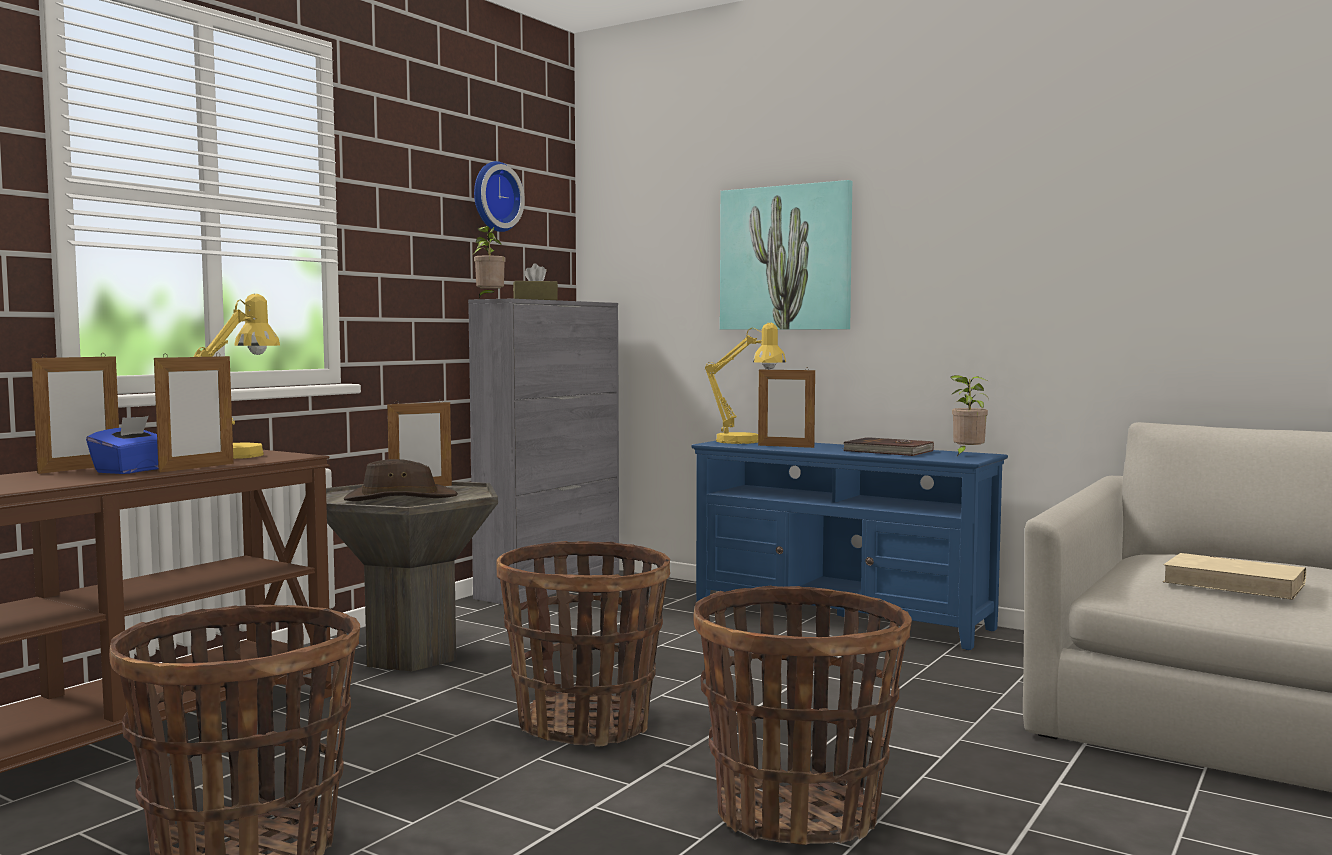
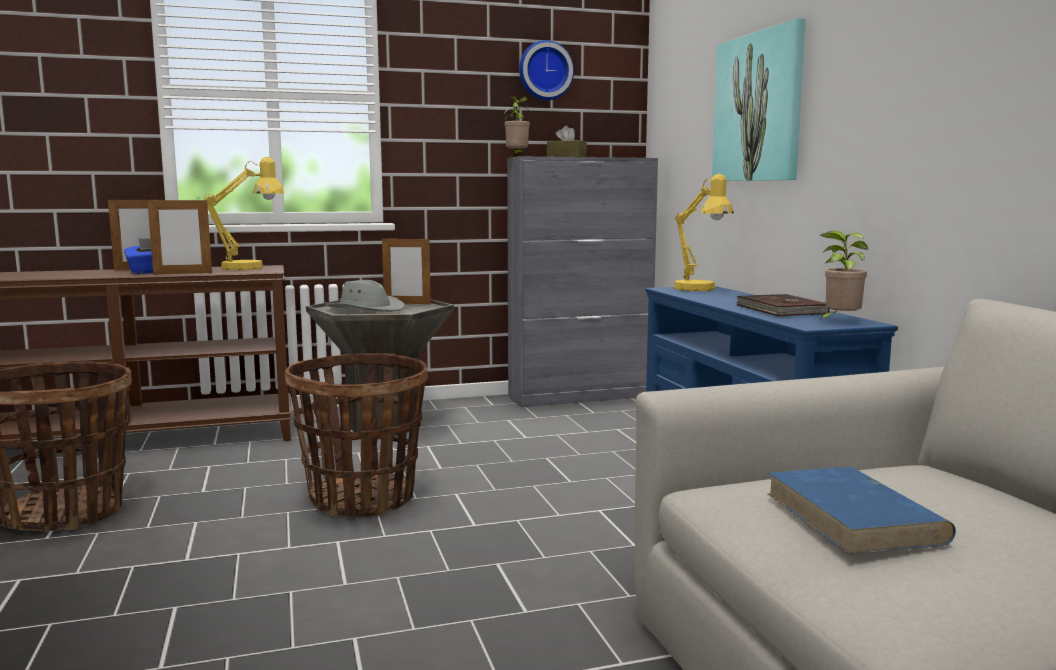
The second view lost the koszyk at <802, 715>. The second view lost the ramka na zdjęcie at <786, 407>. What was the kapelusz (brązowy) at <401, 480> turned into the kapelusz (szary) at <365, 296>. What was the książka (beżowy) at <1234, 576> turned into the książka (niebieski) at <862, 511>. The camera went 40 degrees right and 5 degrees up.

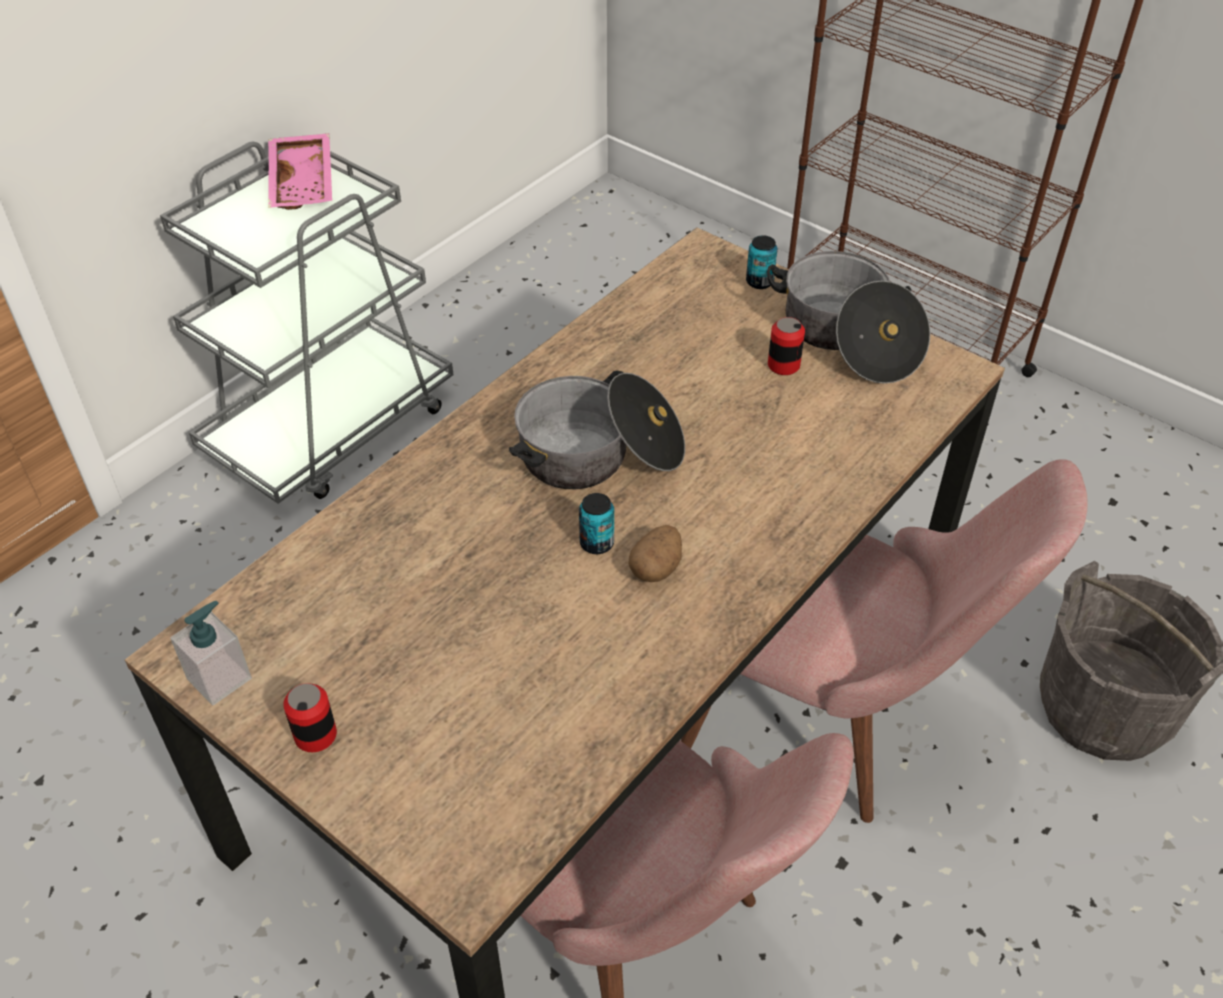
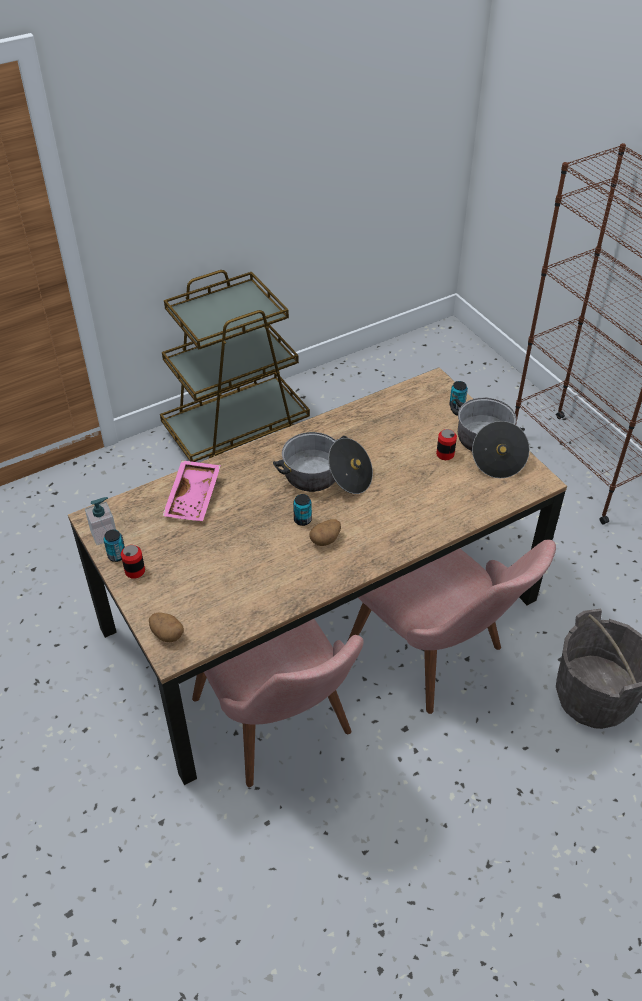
The second view gained the puszka at <114, 545>. The second view gained the ziemniak at <166, 627>. The taca (różowy) ended up elsewhere, having gone from <300, 171> to <191, 490>. What was the wózek (szary) at <306, 323> turned into the wózek (brązowy) at <235, 366>. The camera went 20 degrees right and 0 degrees up.

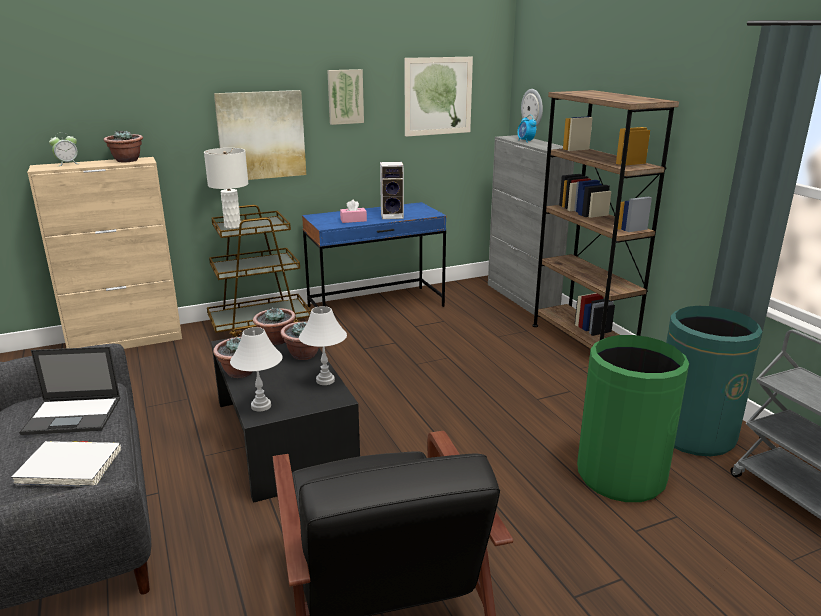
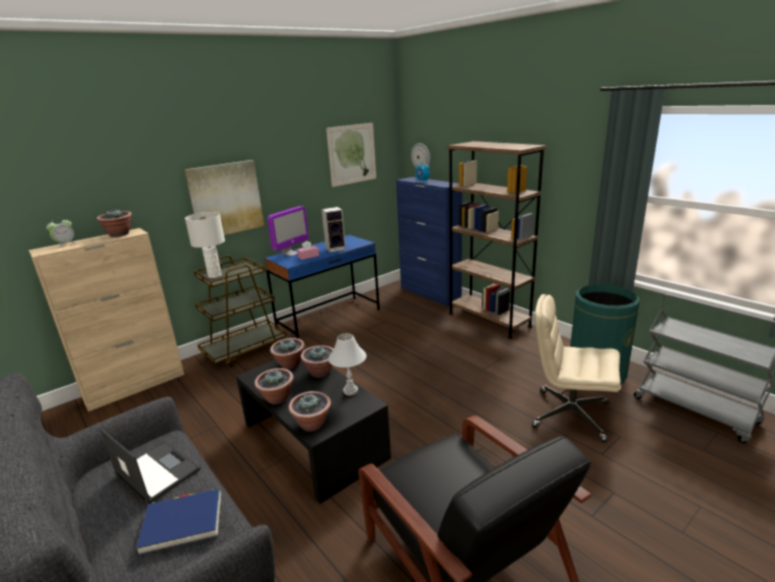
The second view lost the obraz at <345, 97>. The second view gained the monitor at <288, 231>. Where the lampa stołowa (biały) stood at <256, 369>, the roślina doniczkowa came to stand at <309, 411>. Where the kosz na śmieci (zielony) stood at <633, 418>, the krzesło biurowe (beżowy) came to stand at <576, 368>. What was the książka (biały) at <66, 464> turned into the książka (niebieski) at <178, 521>. What was the szafka (szary) at <531, 225> turned into the szafka (niebieski) at <429, 241>. The laptop at <70, 391> ended up facing another way, 120 degrees counterclockwise from before. The camera went 15 degrees left and 0 degrees up.

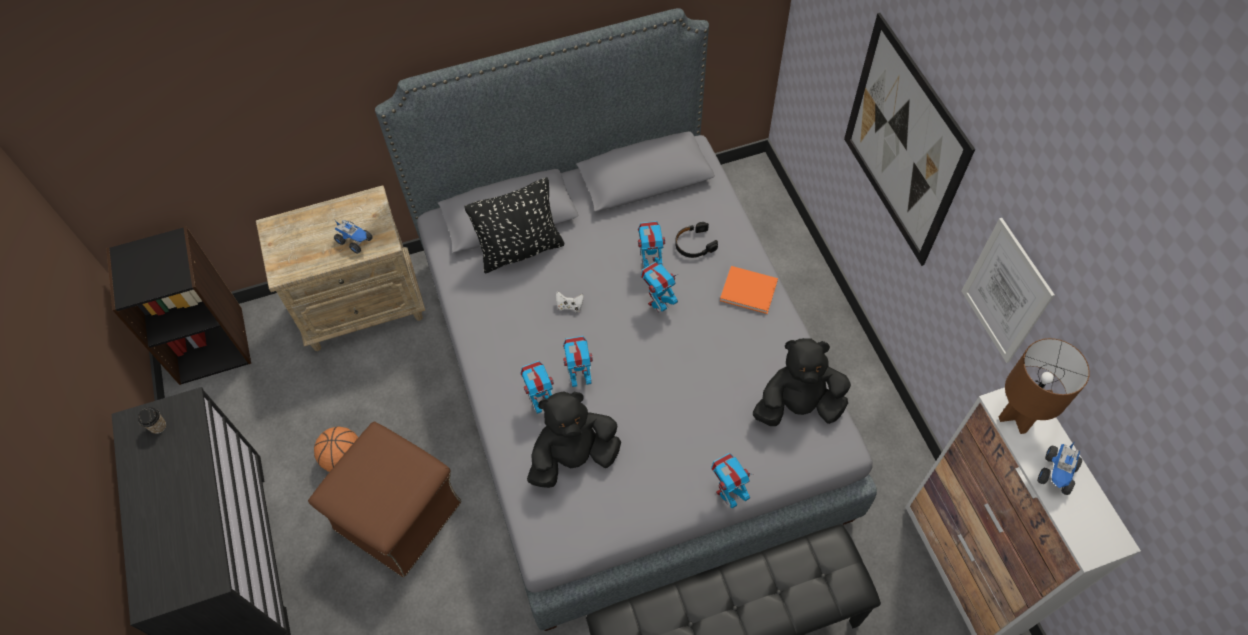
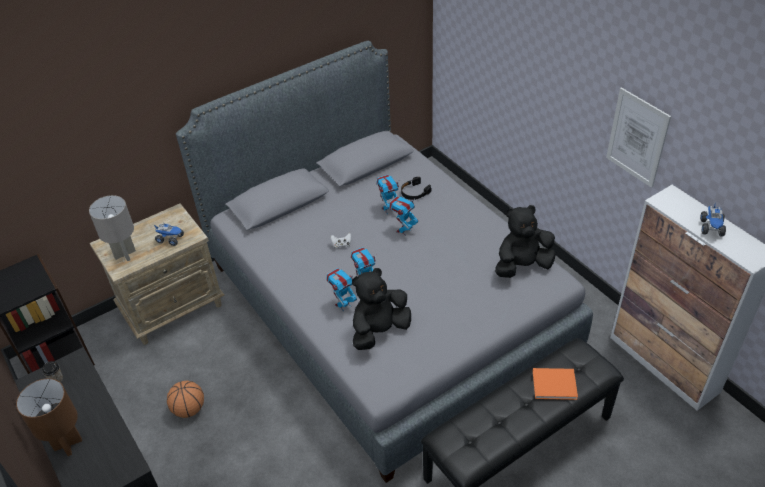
The second view lost the pufa (brązowy) at <385, 500>. The second view lost the poduszka (czarny) at <514, 225>. The second view lost the robot zabawkowy at <732, 480>. The second view lost the obraz at <909, 139>. The second view gained the lampa stołowa (szary) at <112, 228>. The książka (pomarańczowy) ended up elsewhere, having gone from <749, 290> to <555, 384>. The lampa stołowa (brązowy) ended up elsewhere, having gone from <1044, 386> to <49, 417>. The camera went 15 degrees left and 15 degrees down.

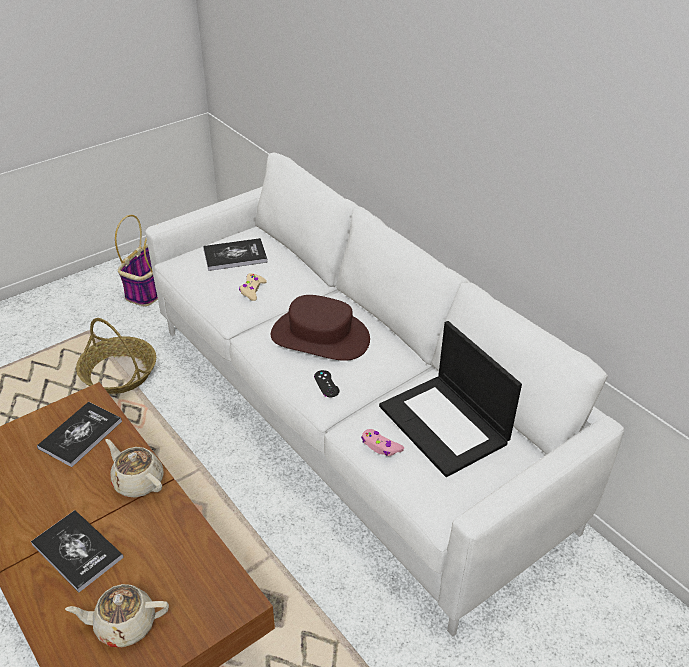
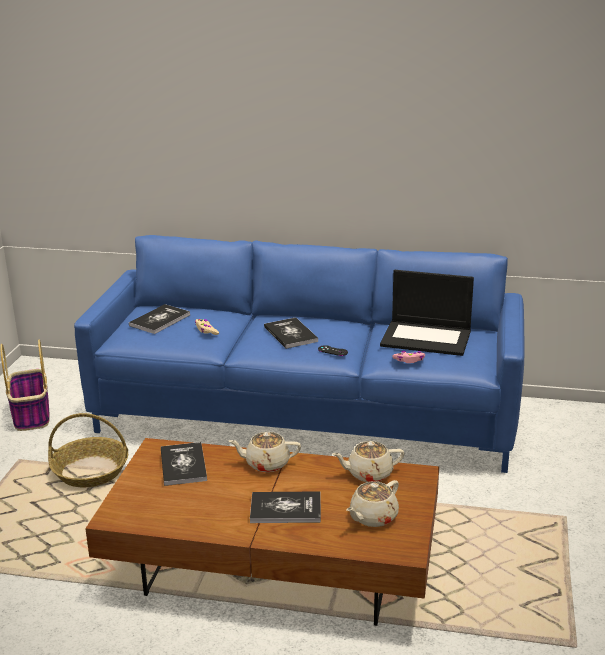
The second view gained the imbryk (beżowy) at <368, 461>. Where the kapelusz (brązowy) stood at <320, 328>, the książka came to stand at <291, 333>. What was the kanapa (biały) at <385, 395> turned into the kanapa (niebieski) at <299, 354>. The camera went 40 degrees left and 15 degrees down.

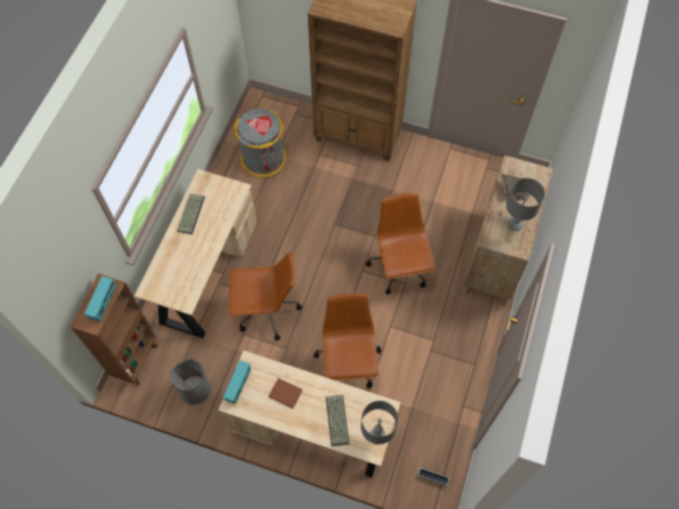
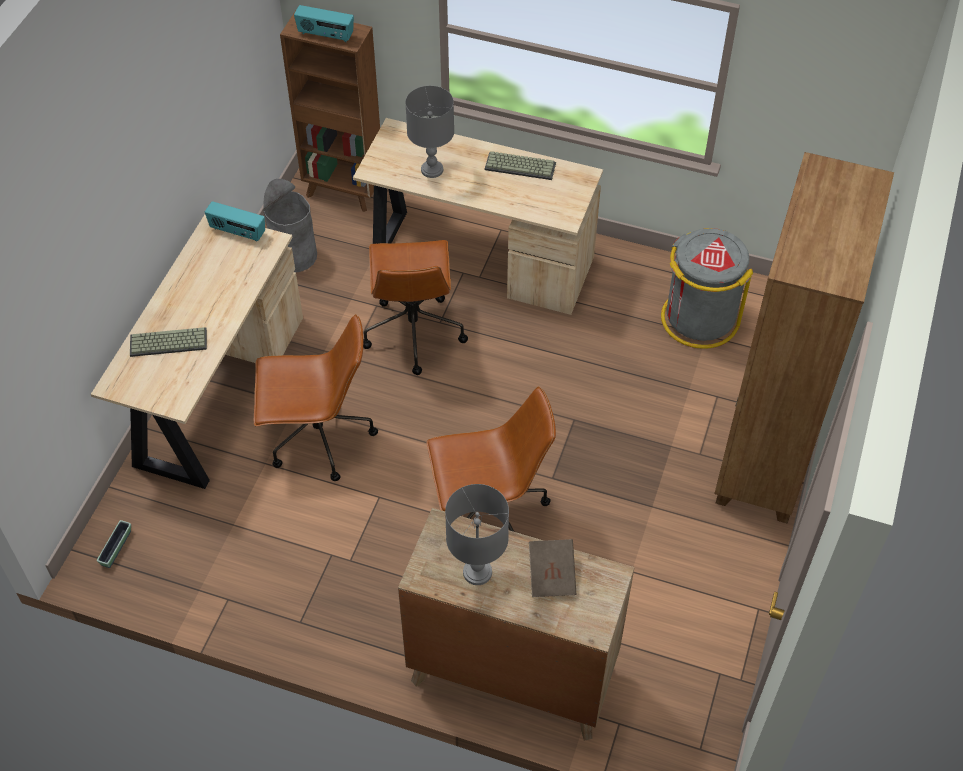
The second view lost the książka (brązowy) at <286, 393>. The lampa stołowa (szary) ended up elsewhere, having gone from <379, 423> to <429, 132>. The camera went 90 degrees right and 10 degrees down.

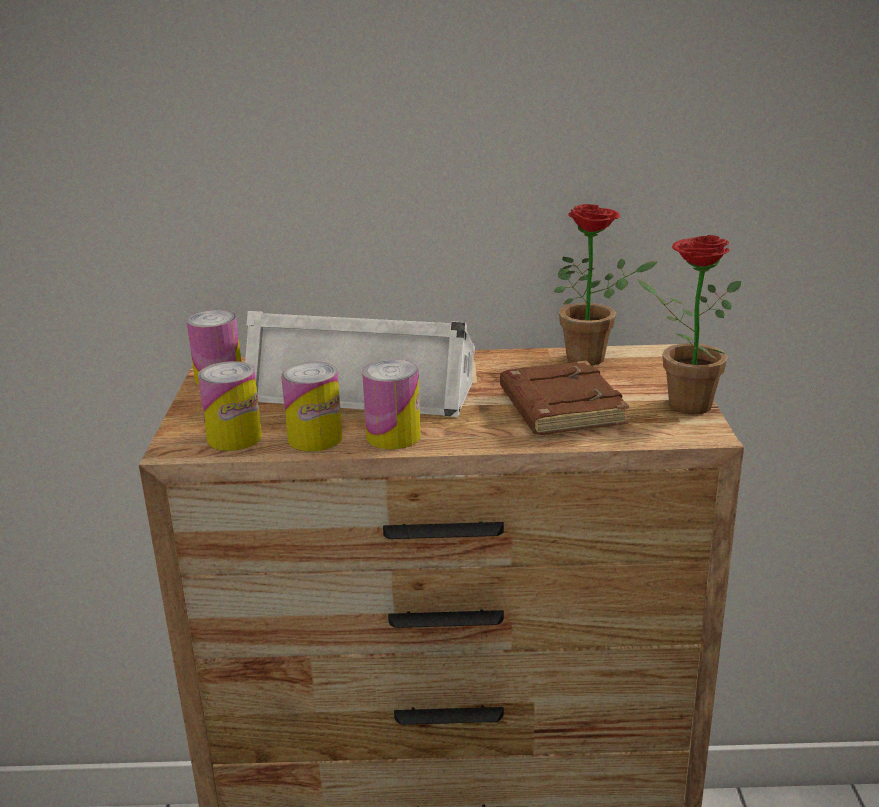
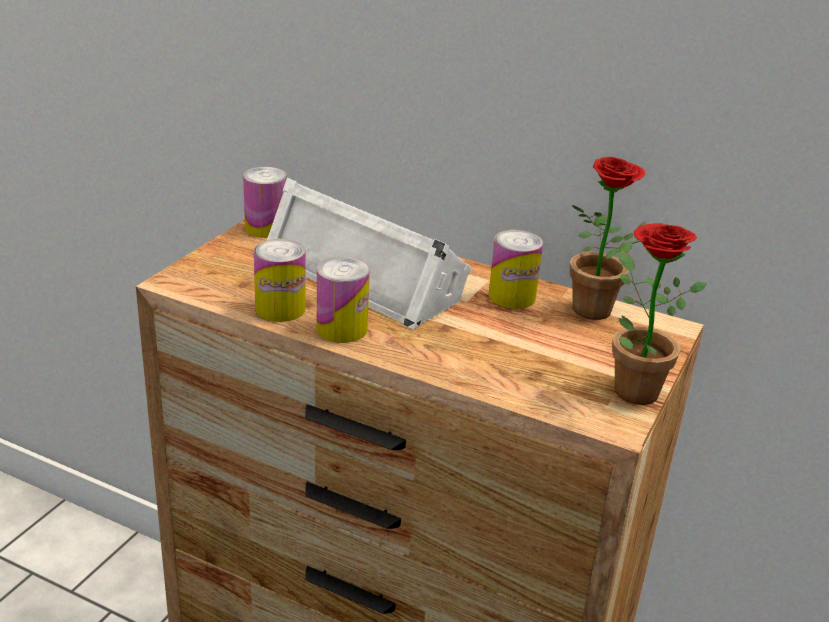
The second view lost the książka (brązowy) at <564, 398>. The puszka ended up elsewhere, having gone from <230, 406> to <516, 269>. The camera went 25 degrees right and 5 degrees up.

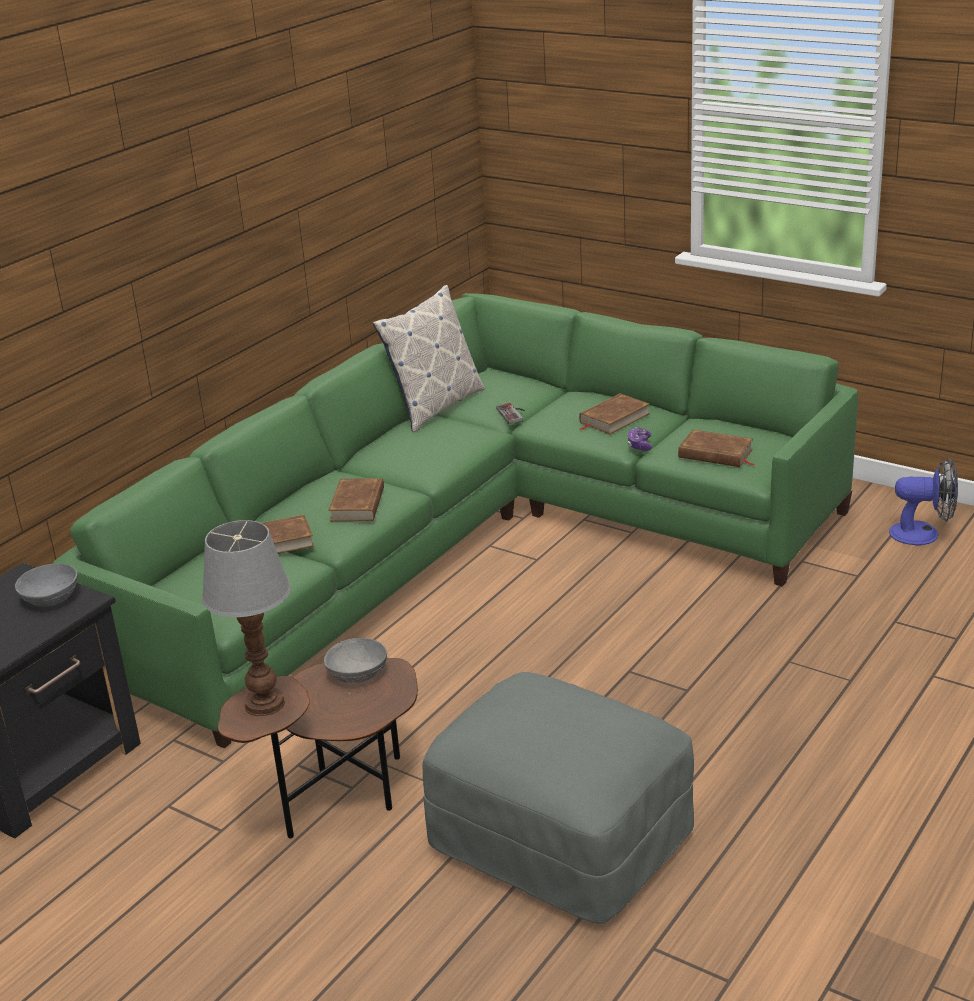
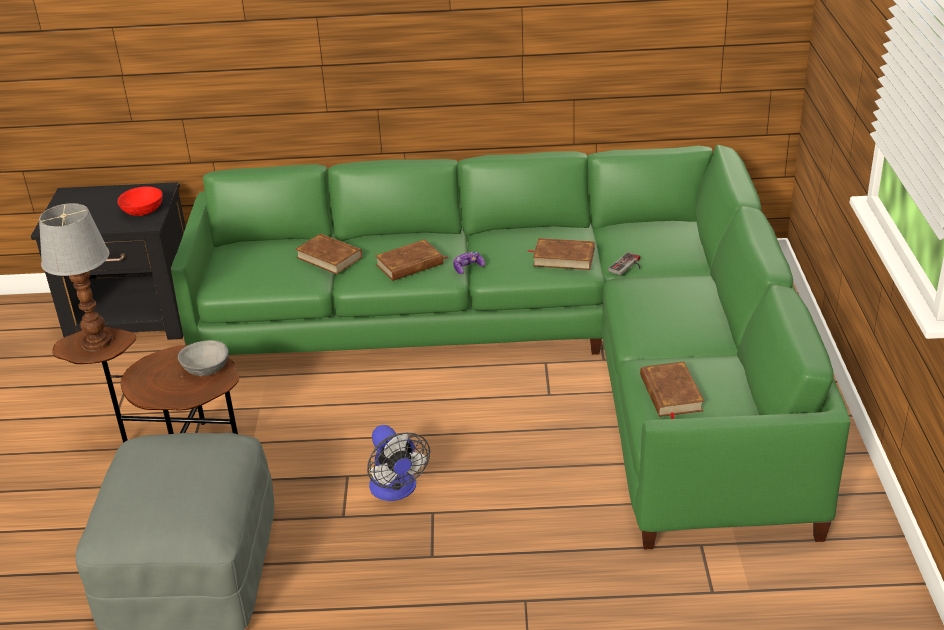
The second view lost the poduszka at <429, 358>. The książka (brązowy) ended up elsewhere, having gone from <614, 413> to <561, 254>. The pad do gier ended up elsewhere, having gone from <640, 439> to <469, 263>. The wentylator ended up elsewhere, having gone from <923, 501> to <398, 463>. What was the miska (szary) at <46, 585> turned into the miska (czerwony) at <140, 201>. The camera went 55 degrees right and 5 degrees up.

